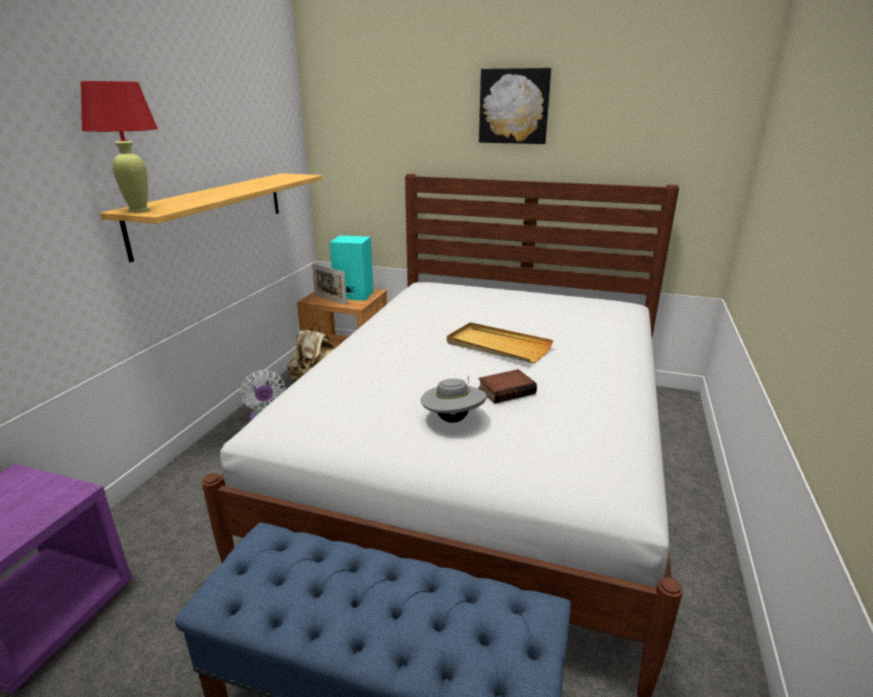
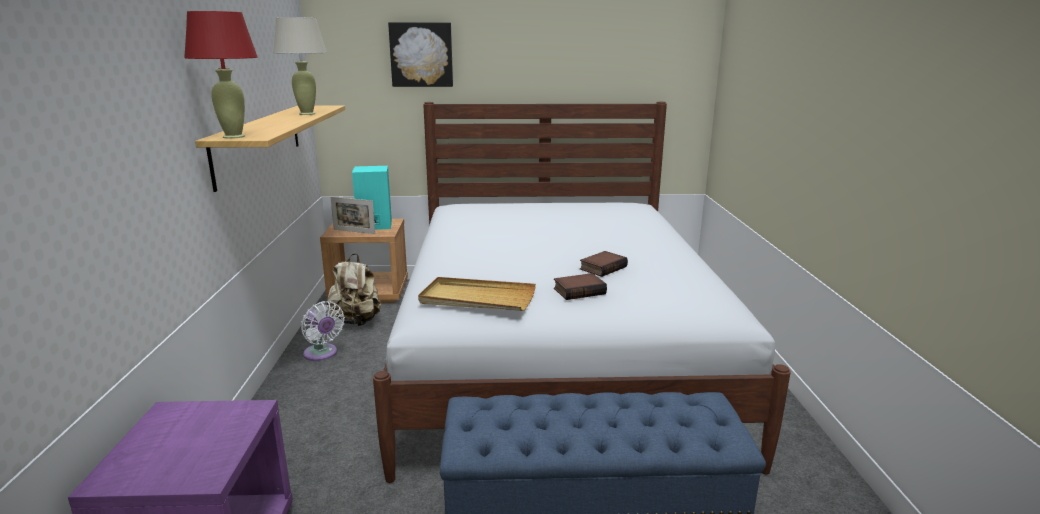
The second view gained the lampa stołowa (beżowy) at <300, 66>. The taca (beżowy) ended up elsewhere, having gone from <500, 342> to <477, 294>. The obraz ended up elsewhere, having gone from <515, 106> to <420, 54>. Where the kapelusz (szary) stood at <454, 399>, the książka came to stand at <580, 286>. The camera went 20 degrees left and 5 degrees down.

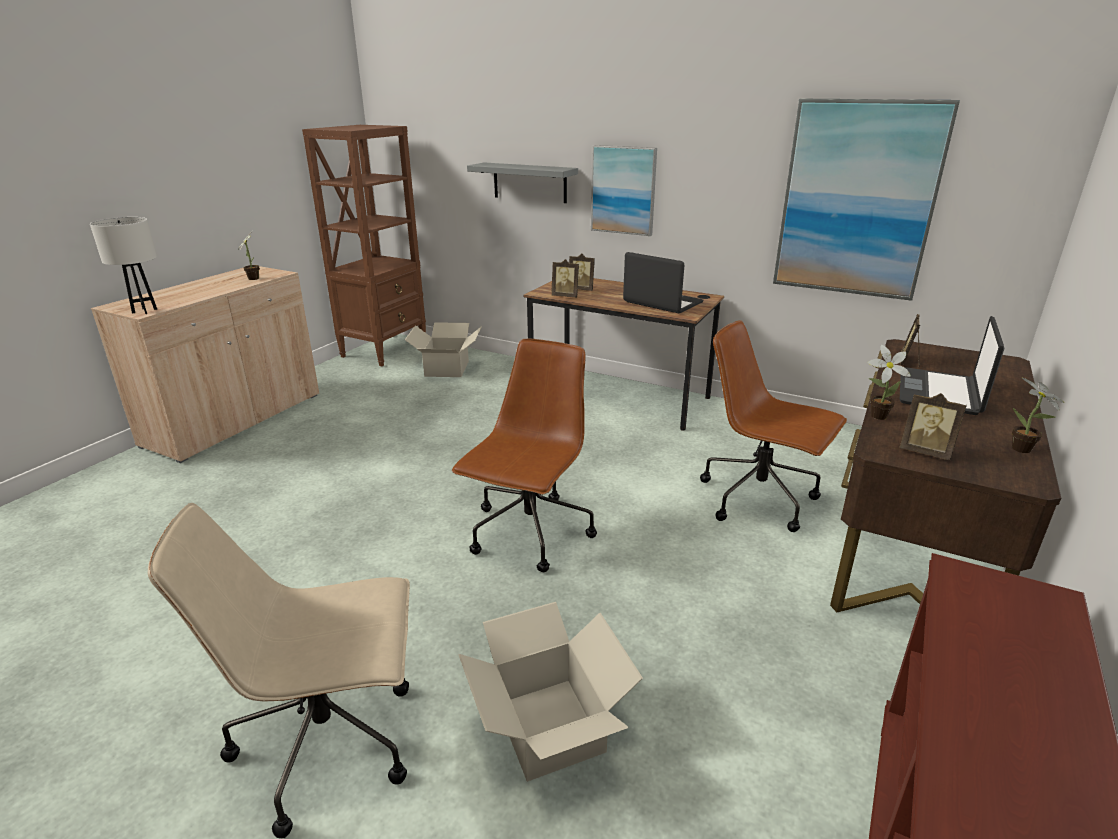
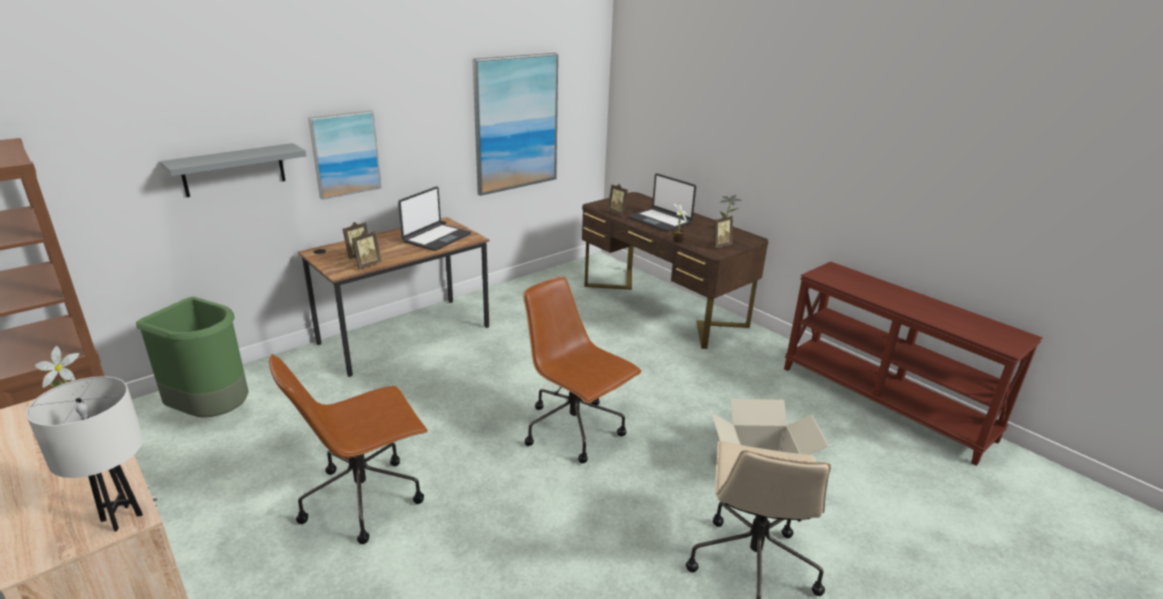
The krzesło biurowe (brązowy) ended up elsewhere, having gone from <773, 426> to <348, 449>. Where the karton stood at <443, 349>, the kosz na śmieci (zielony) came to stand at <192, 357>. The laptop at <663, 282> ended up facing another way, 150 degrees clockwise from before. The camera went 70 degrees left and 0 degrees up.

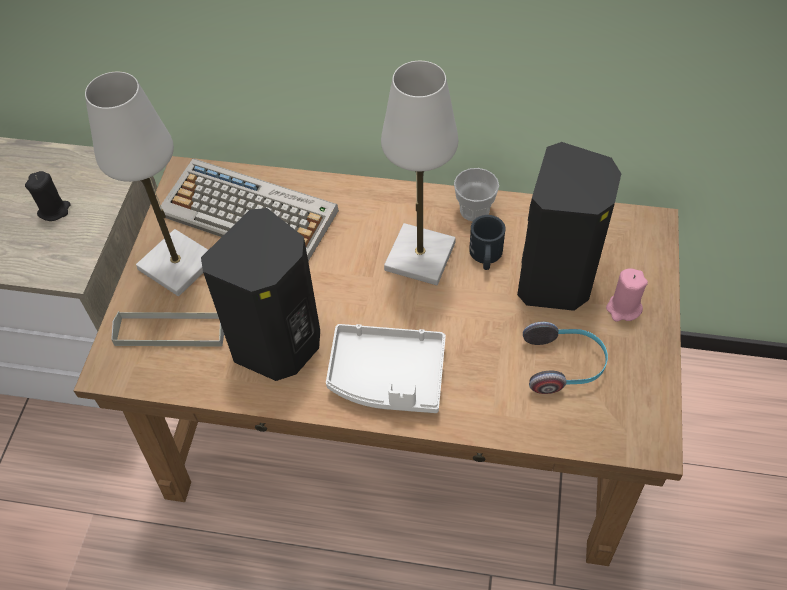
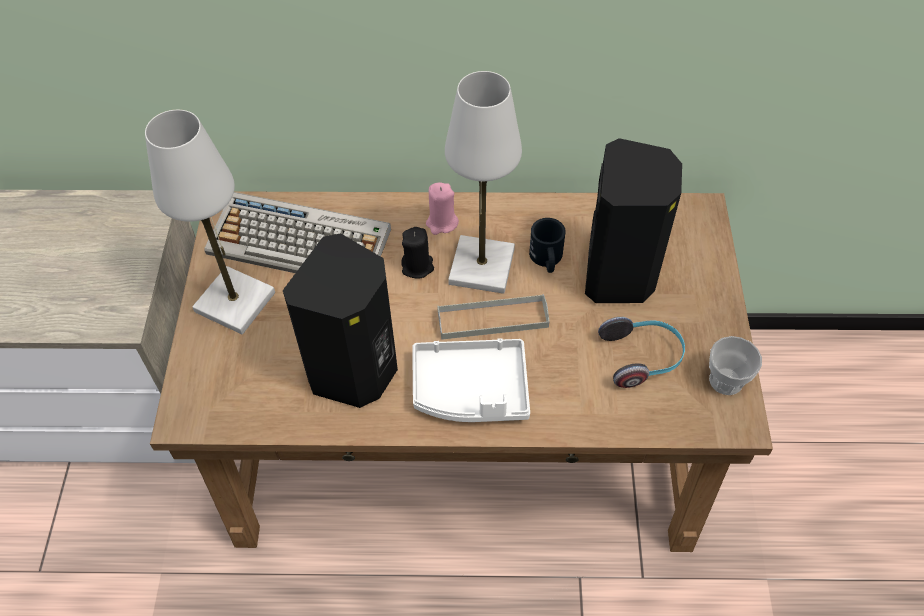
The świeca (czarny) ended up elsewhere, having gone from <48, 196> to <417, 253>. The taca (szary) ended up elsewhere, having gone from <167, 329> to <493, 317>. The filiżanka ended up elsewhere, having gone from <476, 194> to <735, 365>. The świeca (różowy) ended up elsewhere, having gone from <627, 295> to <442, 208>. The camera went 10 degrees left and 0 degrees up.

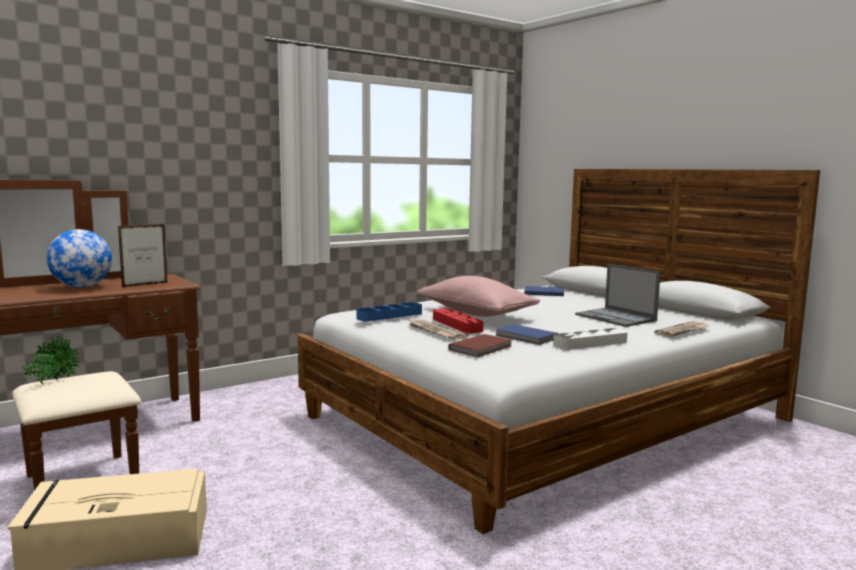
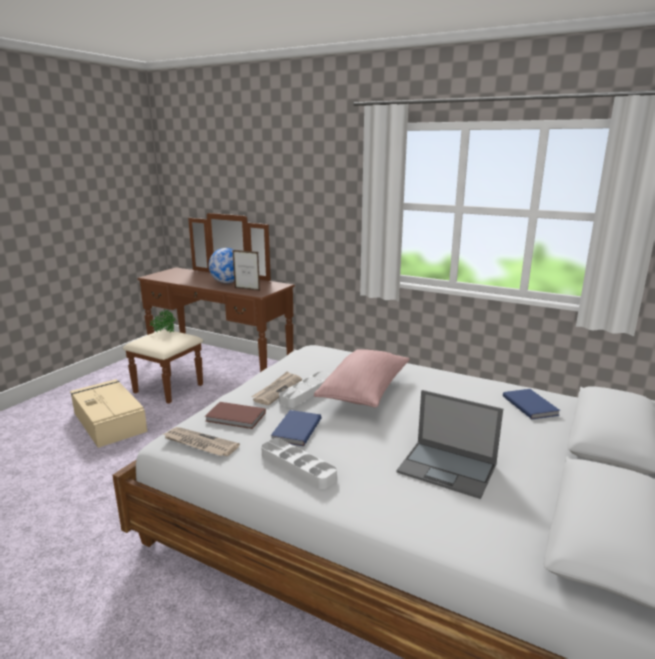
The second view lost the taca (niebieski) at <389, 312>. The gazeta ended up elsewhere, having gone from <682, 329> to <201, 441>. What was the taca (czerwony) at <458, 321> turned into the taca (szary) at <304, 389>. The laptop at <618, 295> ended up facing another way, 90 degrees counterclockwise from before. The camera went 65 degrees right and 10 degrees up.

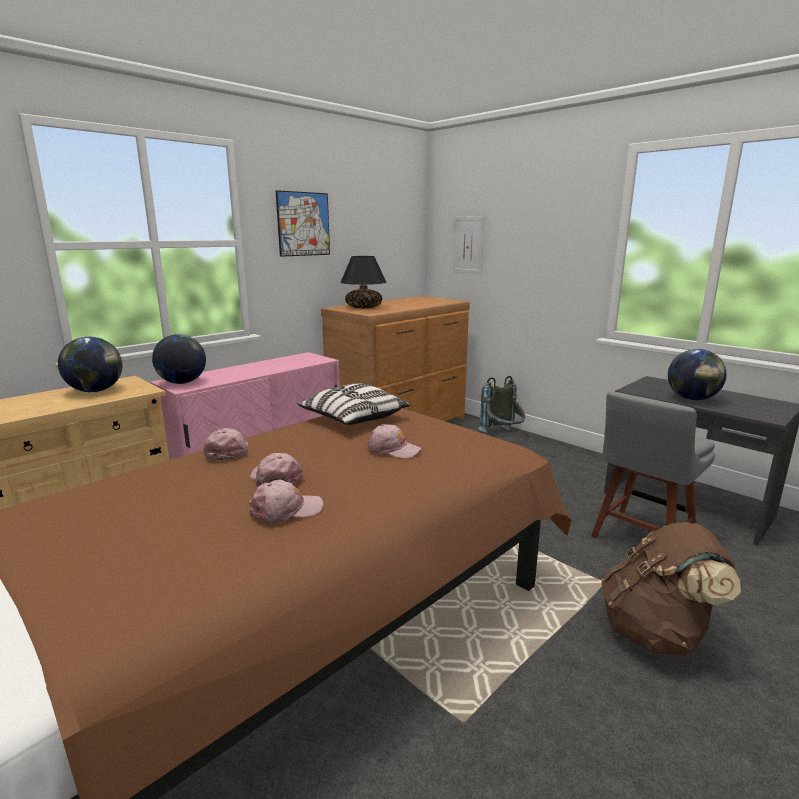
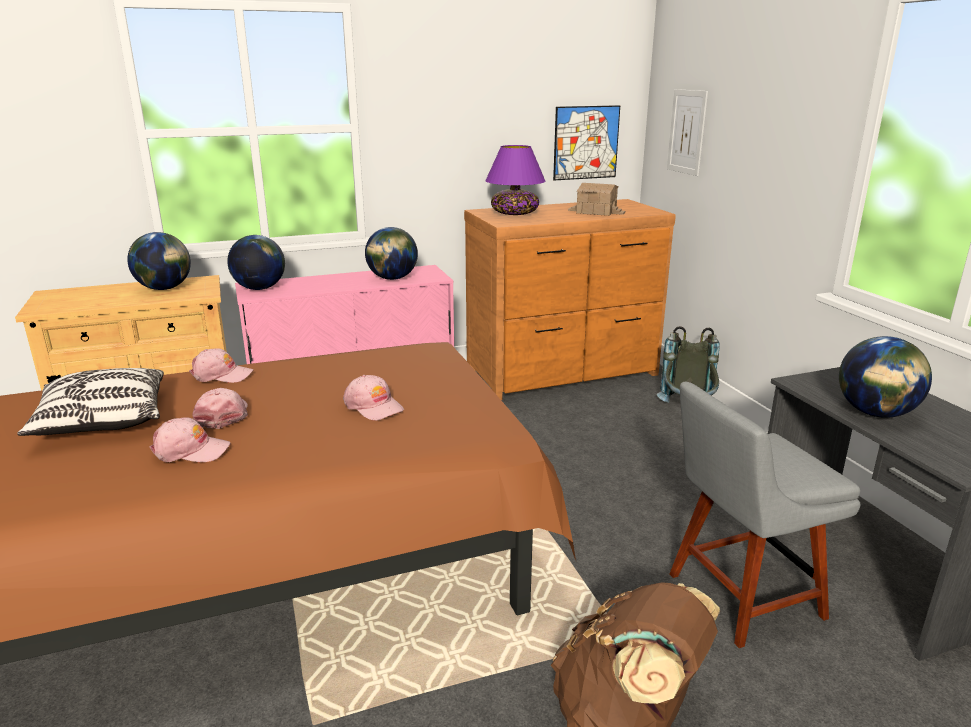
The second view gained the globus at <391, 253>. The second view gained the domek at <596, 199>. The obraz ended up elsewhere, having gone from <303, 223> to <586, 142>. The poduszka ended up elsewhere, having gone from <353, 404> to <90, 402>. What was the lampa stołowa (czarny) at <363, 282> turned into the lampa stołowa (fioletowy) at <515, 180>. The czapka z daszkiem (różowy) at <225, 444> ended up facing another way, 75 degrees clockwise from before. The camera went 25 degrees right and 5 degrees up.

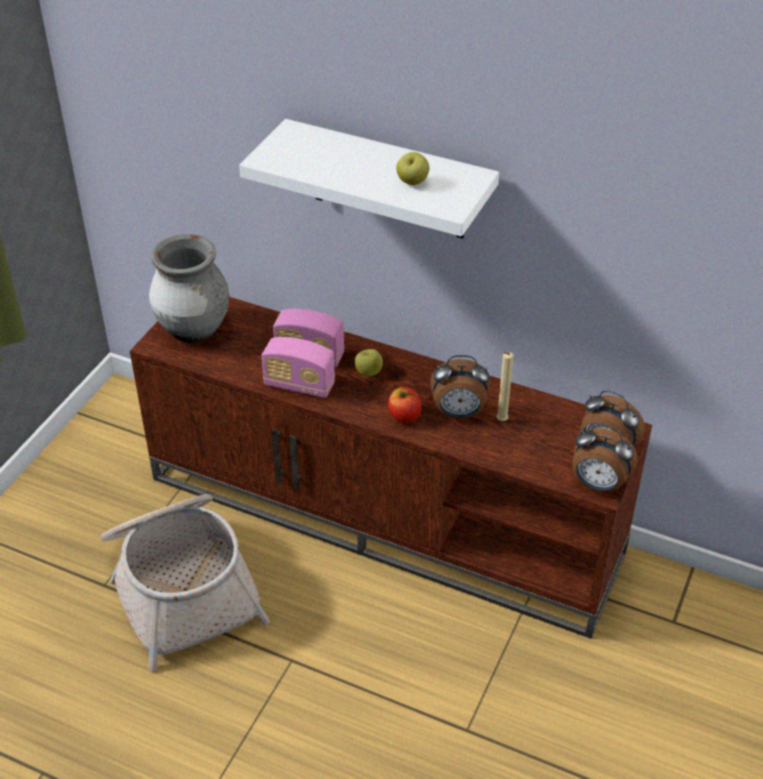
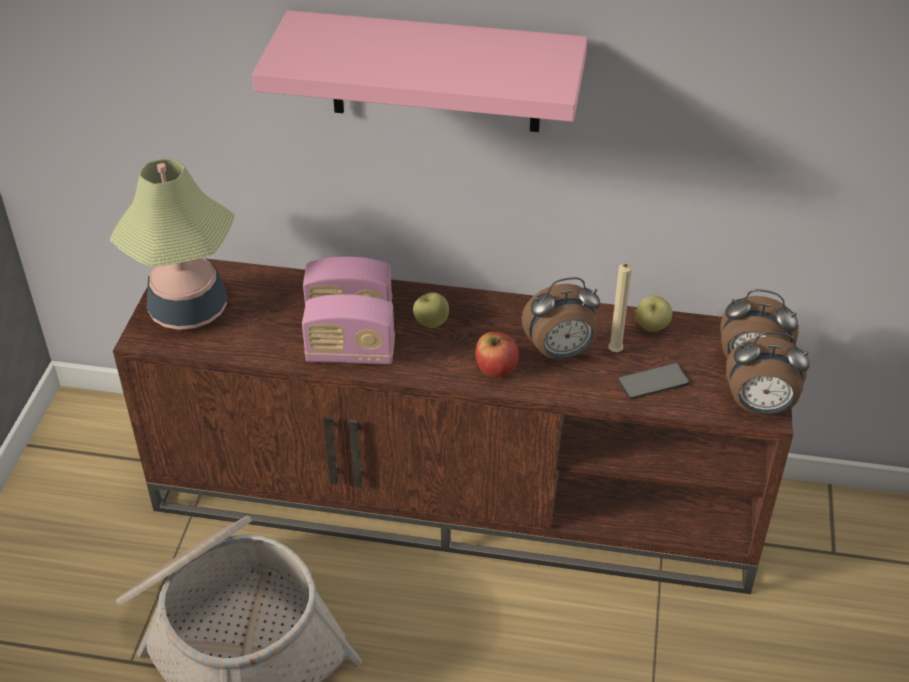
The second view gained the telefon at <654, 381>. The jabłko ended up elsewhere, having gone from <412, 168> to <653, 313>. Where the wazon (szary) stood at <189, 288>, the lampa stołowa came to stand at <172, 244>. What was the półka (biały) at <369, 179> turned into the półka (różowy) at <420, 71>. The camera went 15 degrees left and 0 degrees up.

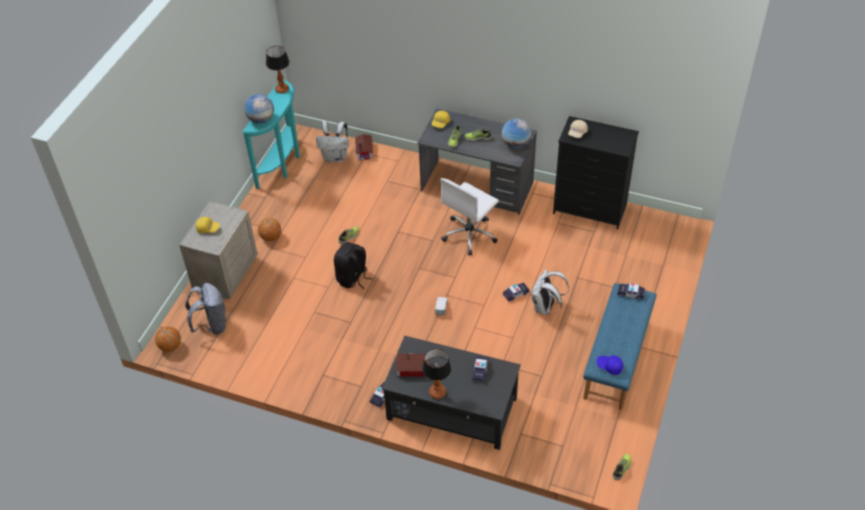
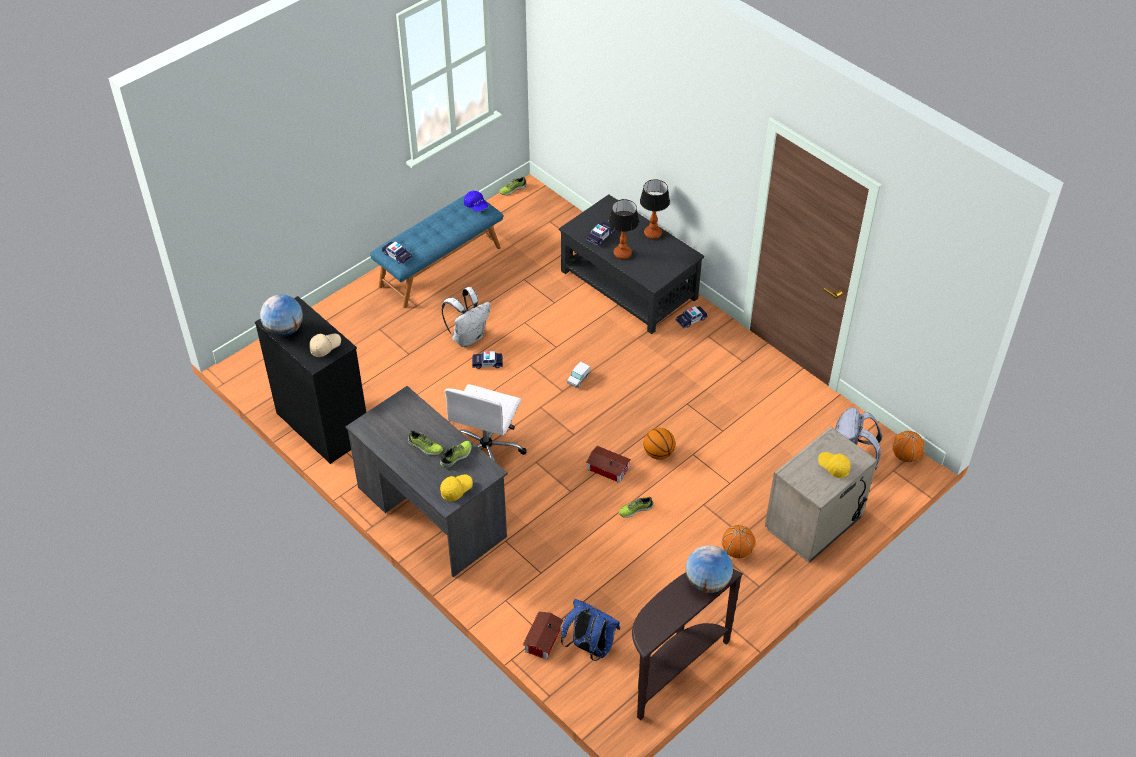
The lampa stołowa ended up elsewhere, having gone from <277, 69> to <624, 229>. The domek ended up elsewhere, having gone from <412, 365> to <608, 464>. The globus ended up elsewhere, having gone from <516, 133> to <281, 315>. Where the plecak (czarny) stood at <353, 265>, the piłka do koszykówki came to stand at <659, 444>. What was the stolik konsolowy (turkusowy) at <271, 134> turned into the stolik konsolowy (brązowy) at <687, 645>. What was the plecak (biały) at <332, 141> turned into the plecak (niebieski) at <590, 630>. The krzesło biurowe (biały) at <469, 217> ended up facing another way, 135 degrees clockwise from before. The camera went 155 degrees left and 0 degrees up.

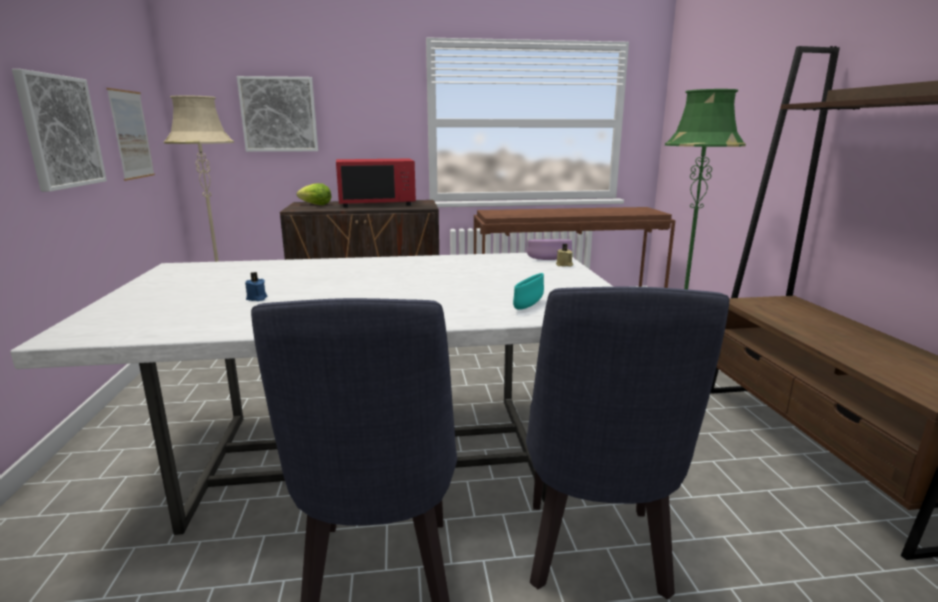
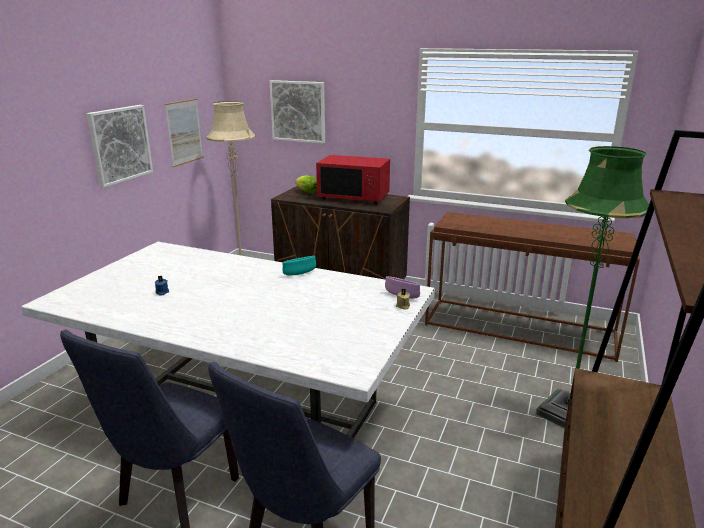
The miska (turkusowy) ended up elsewhere, having gone from <528, 291> to <299, 265>. The camera went 30 degrees right and 5 degrees up.

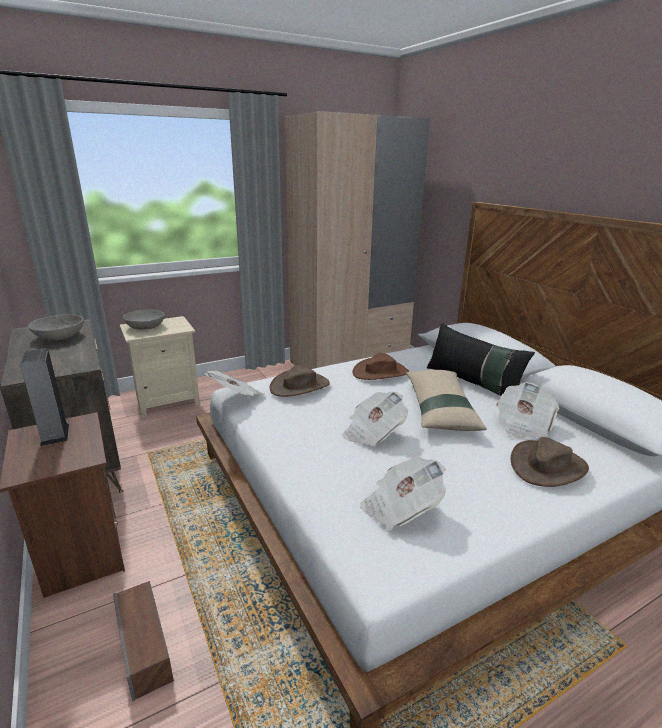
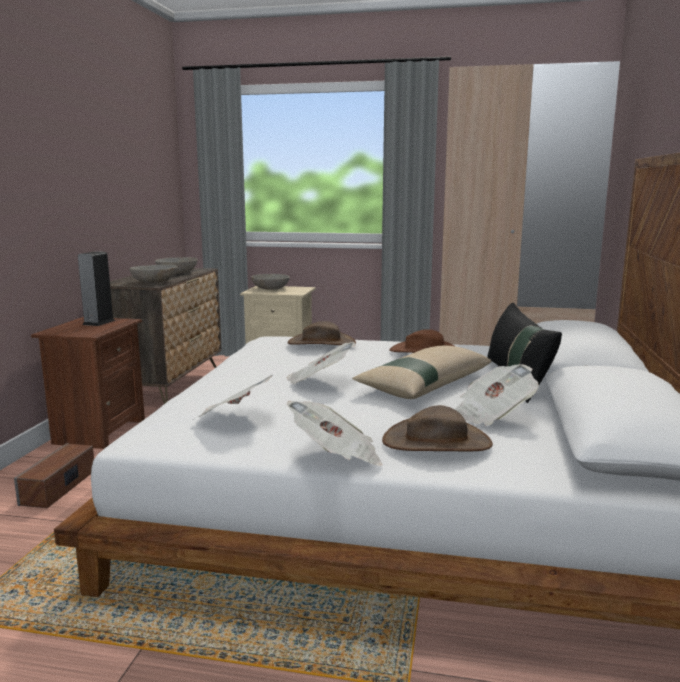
The second view gained the miska (szary) at <153, 274>. The gazeta ended up elsewhere, having gone from <234, 383> to <335, 433>. The camera went 40 degrees right and 10 degrees down.

